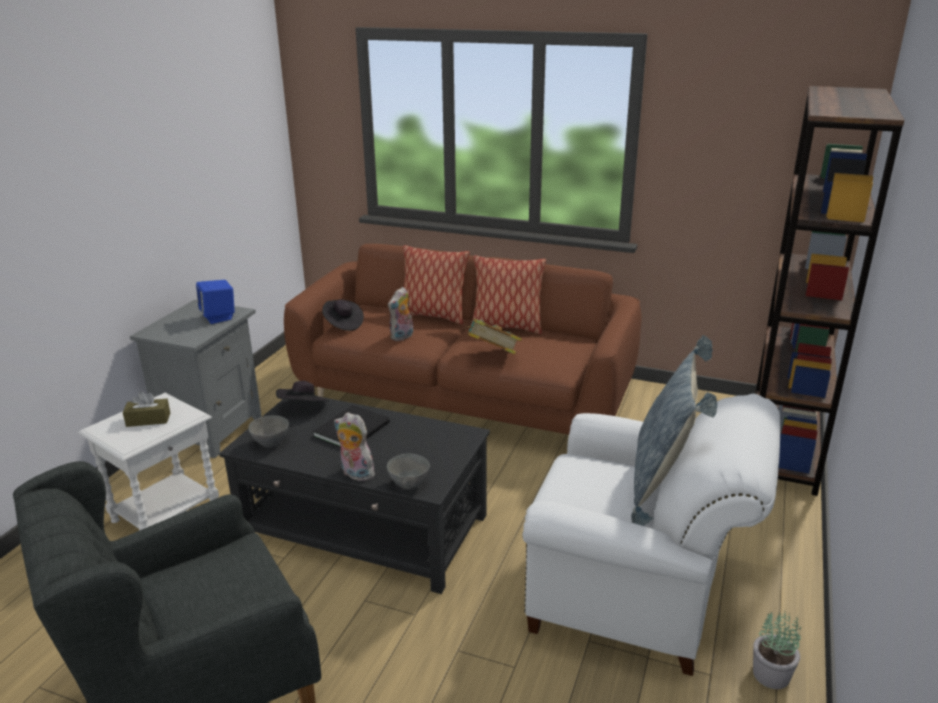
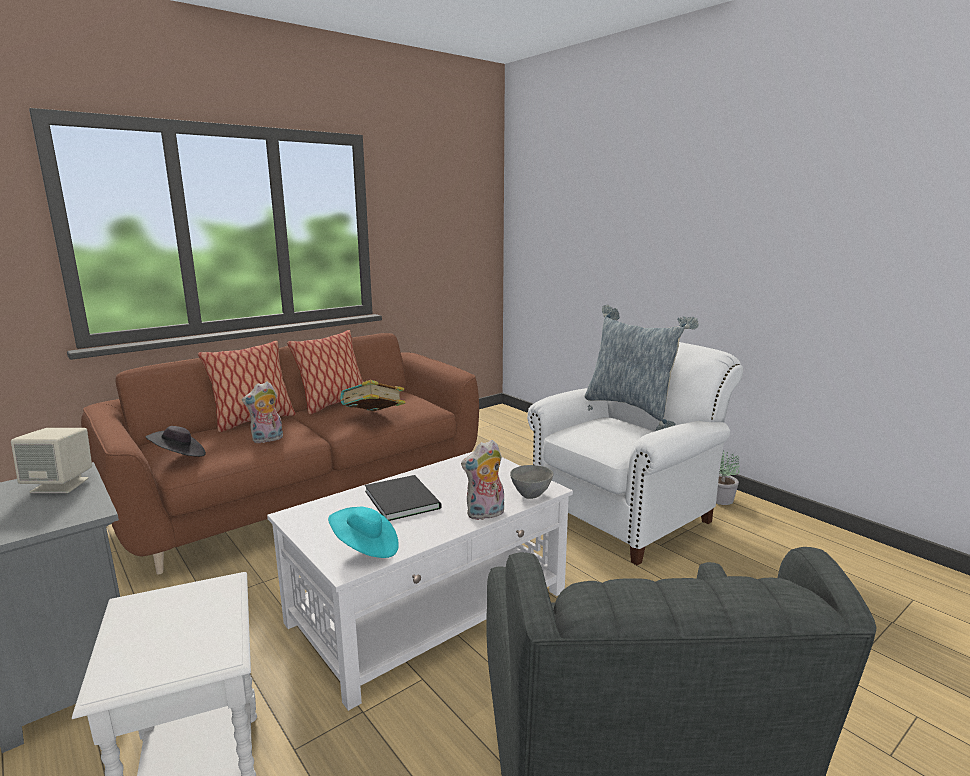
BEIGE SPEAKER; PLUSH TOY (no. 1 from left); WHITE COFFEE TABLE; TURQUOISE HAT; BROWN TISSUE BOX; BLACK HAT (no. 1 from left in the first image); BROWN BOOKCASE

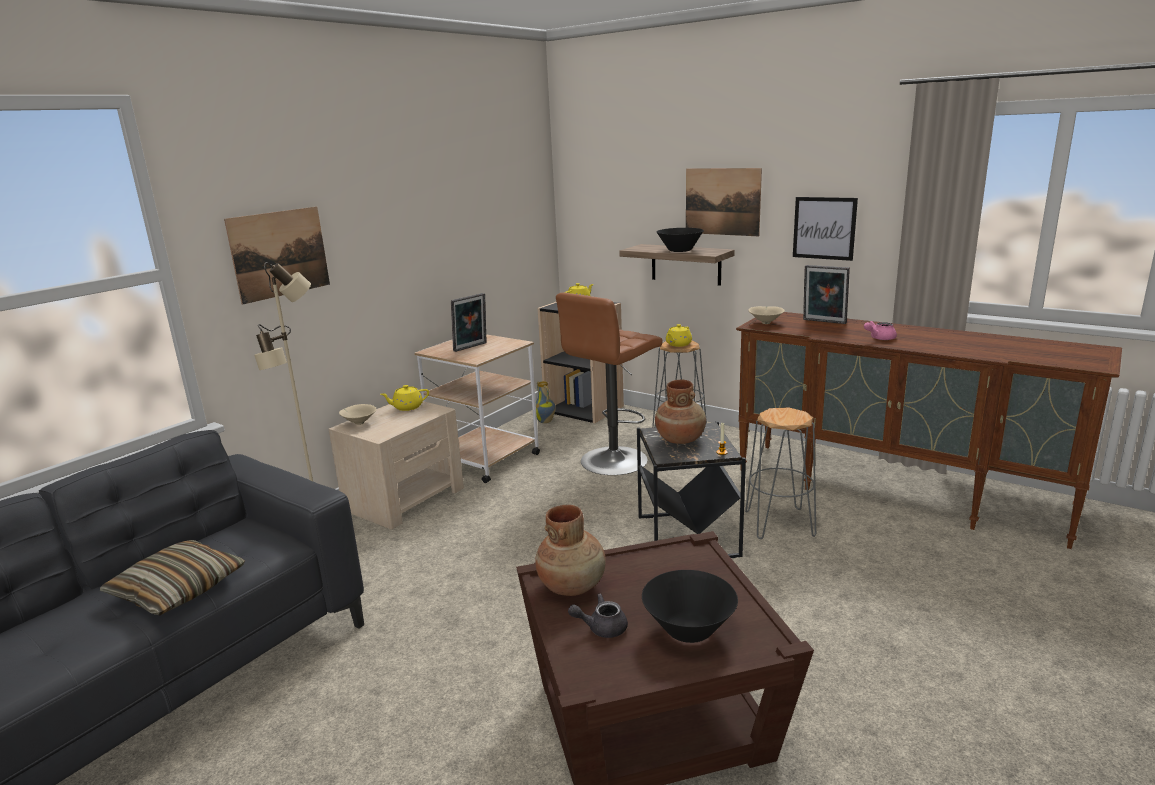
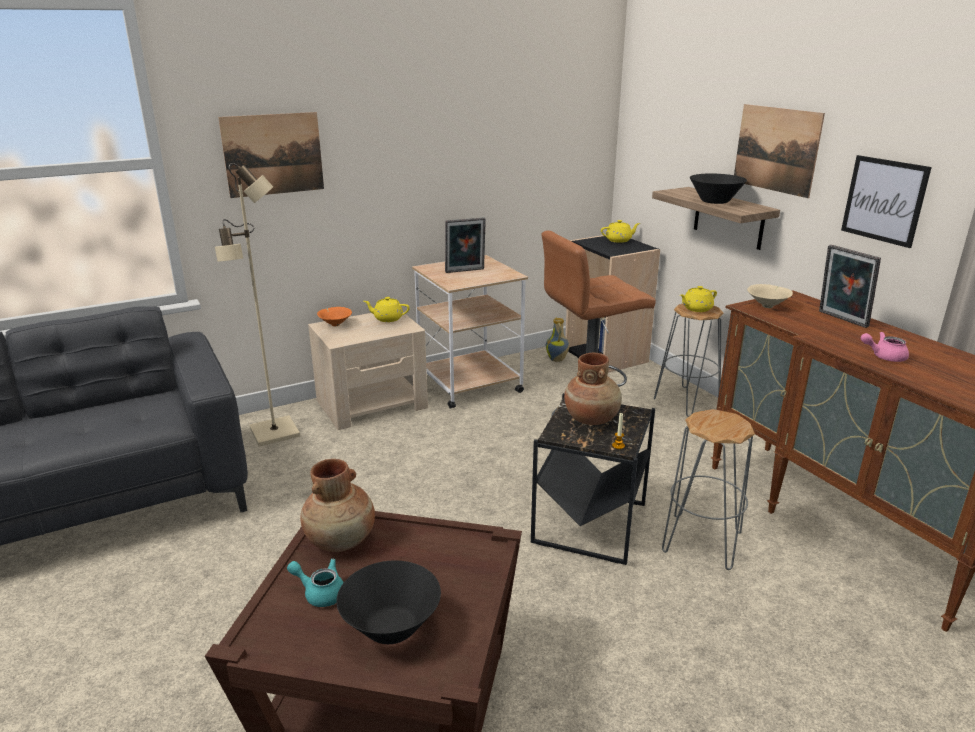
TURQUOISE TEAPOT; ORANGE BOWL; PILLOW

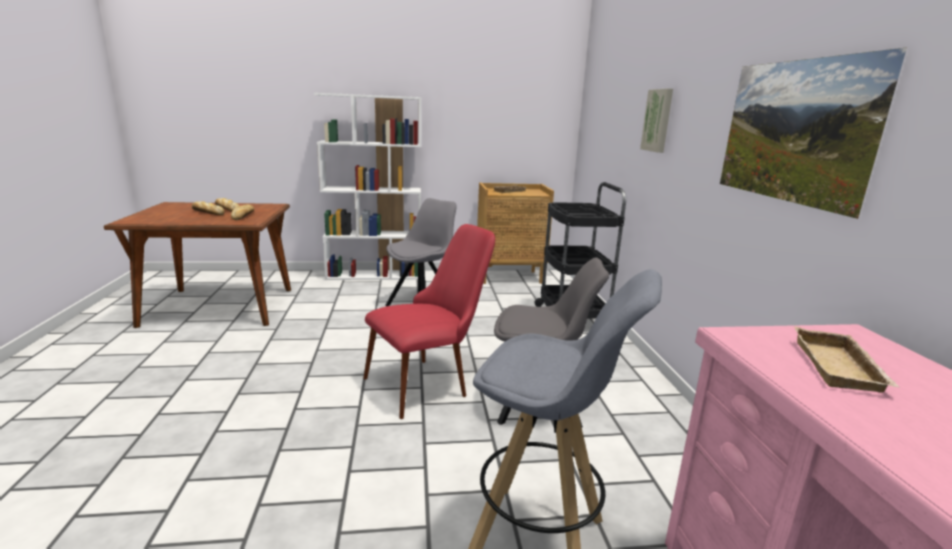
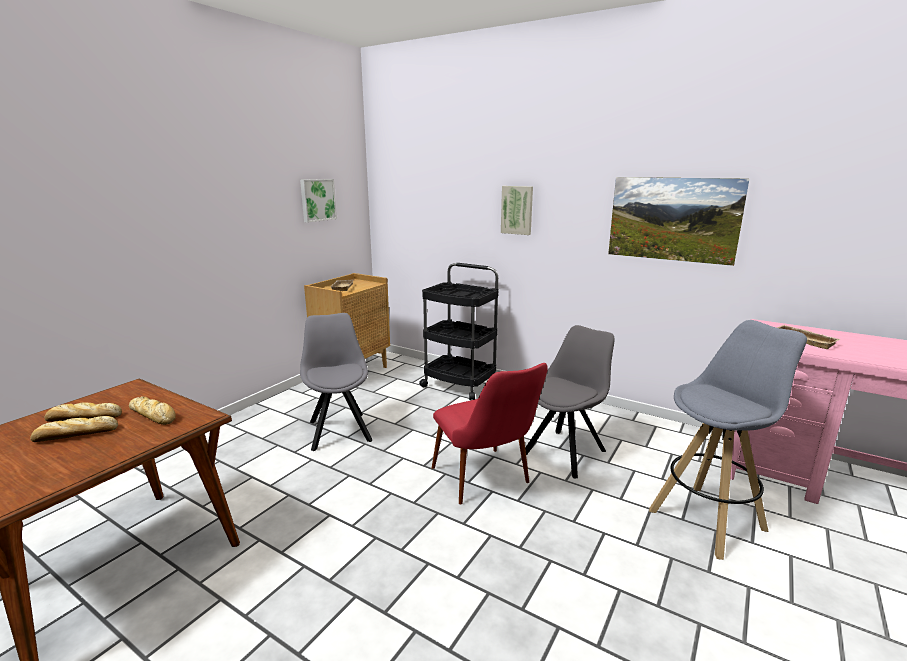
PICTURE (no. 1 from left); RED CHAIR; WHITE BOOKCASE

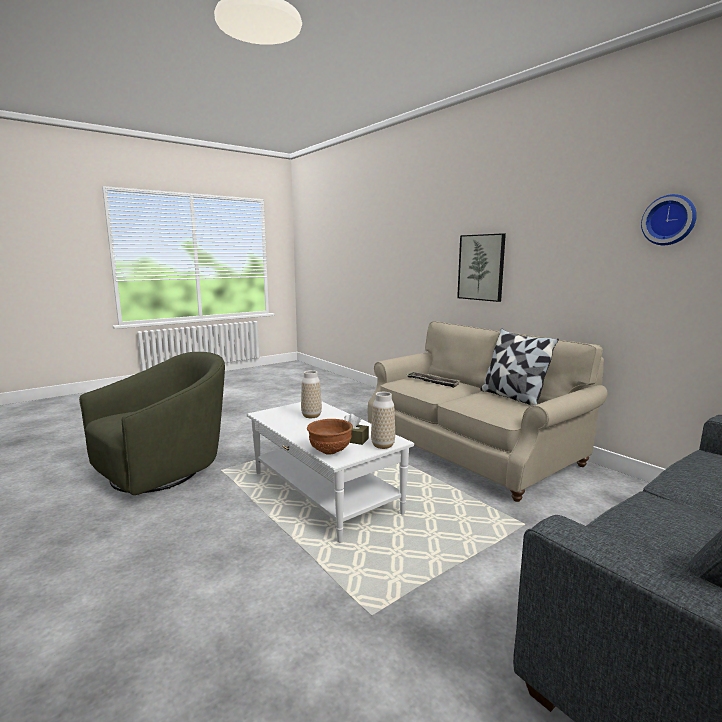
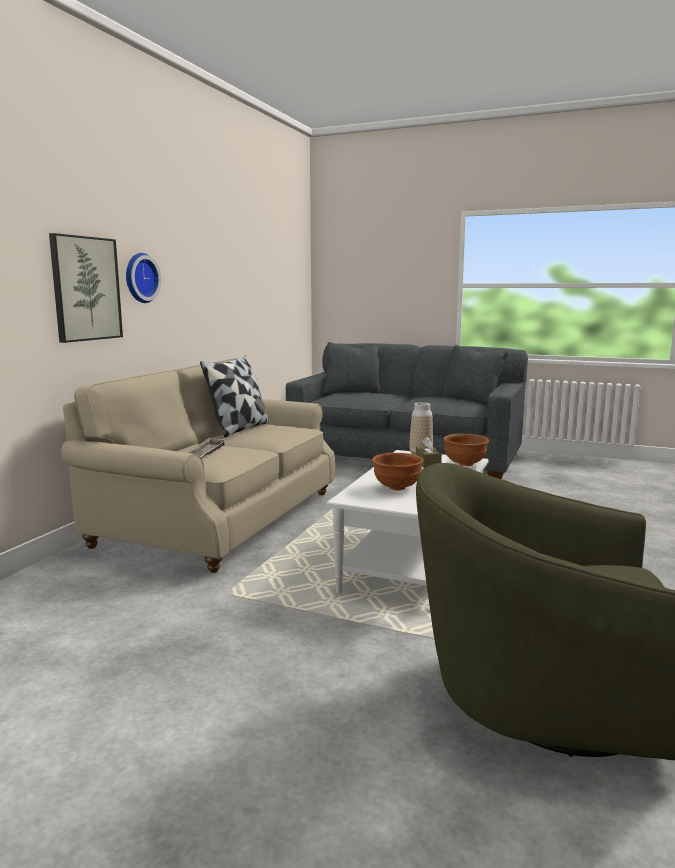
WALL CLOCK; BROWN BOWL (no. 1 from left)

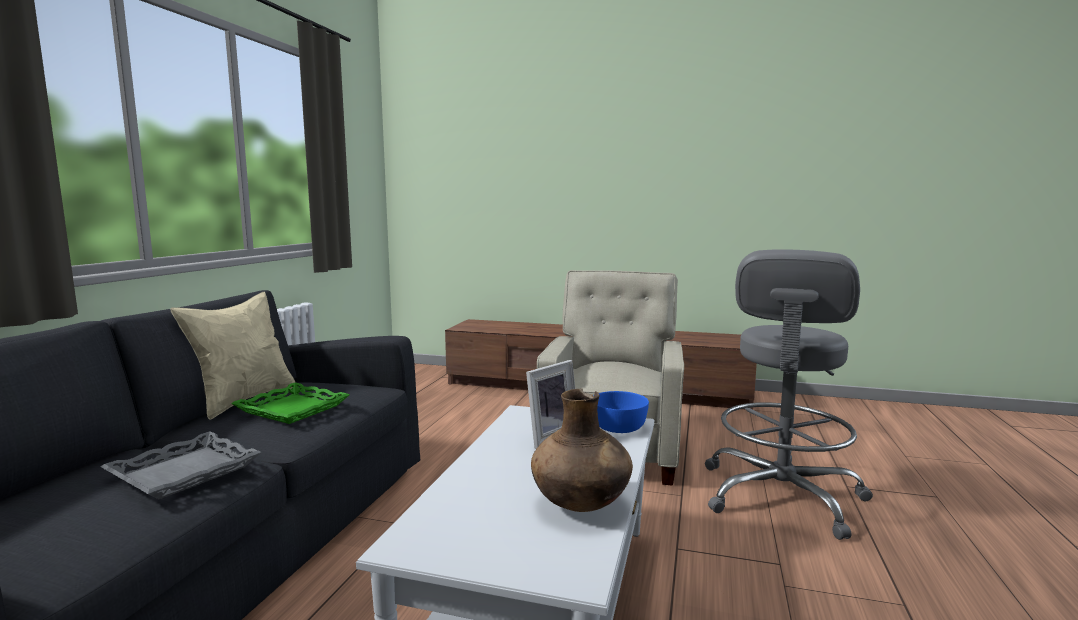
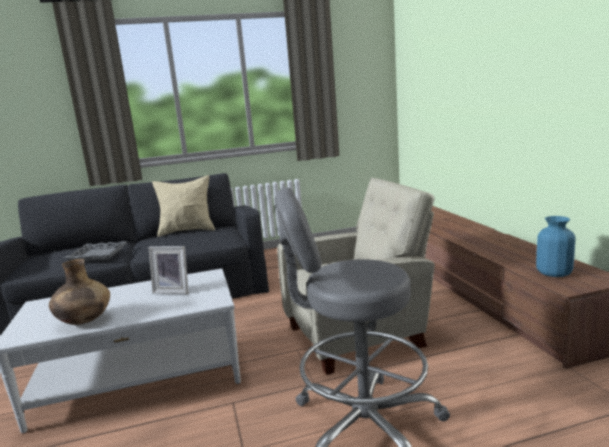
BLUE VASE; GREEN TRAY; BLUE BOWL

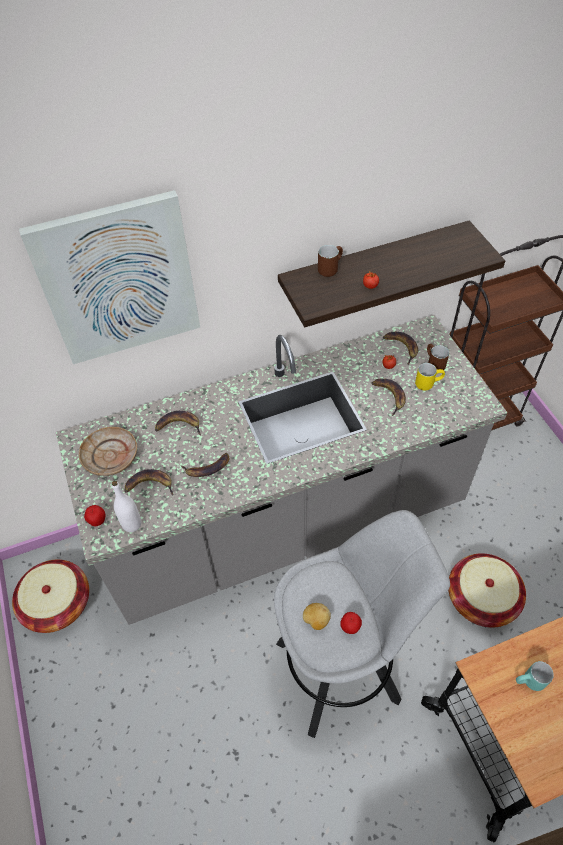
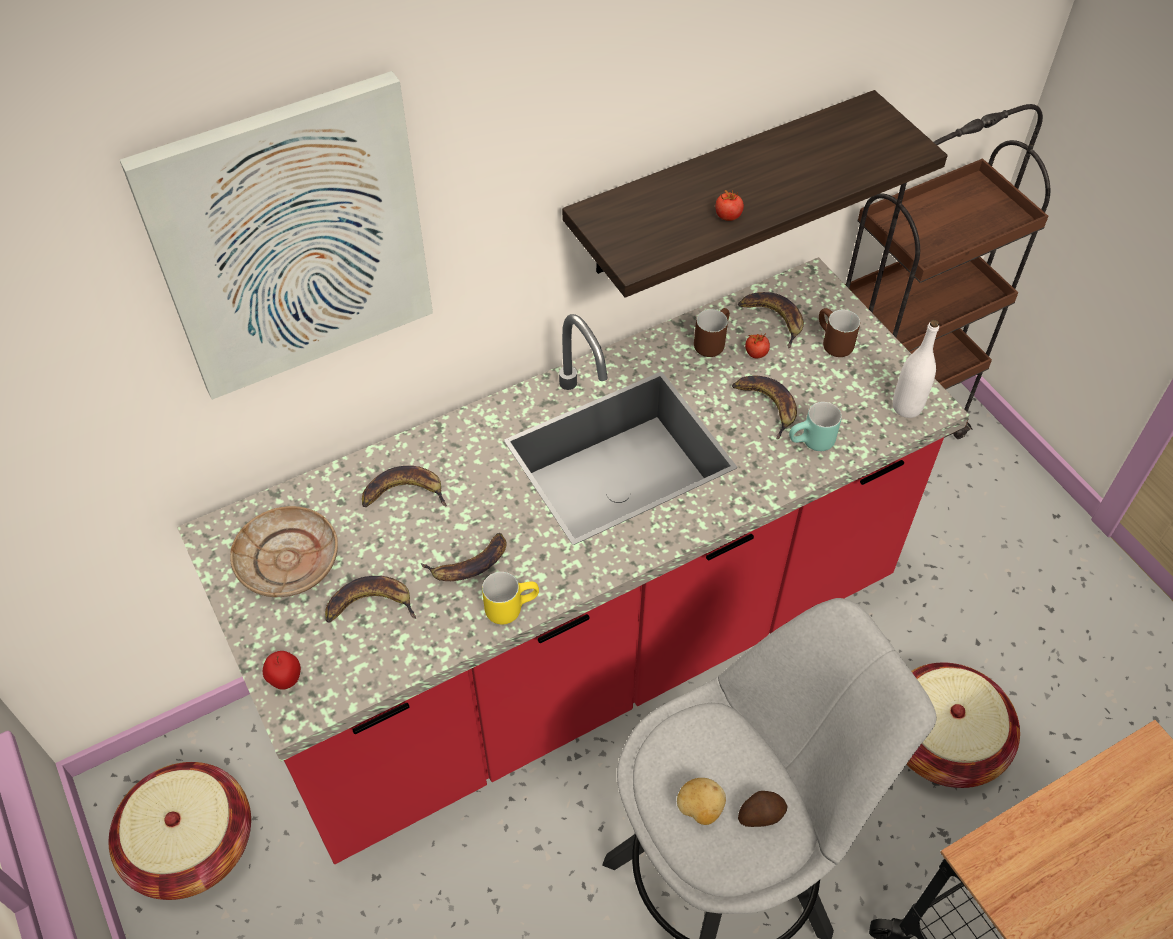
RED COUNTER; YELLOW MUG; BROWN MUG (no. 1 from left); POTATO (no. 2 from left); TURQUOISE MUG; WHITE BOTTLE

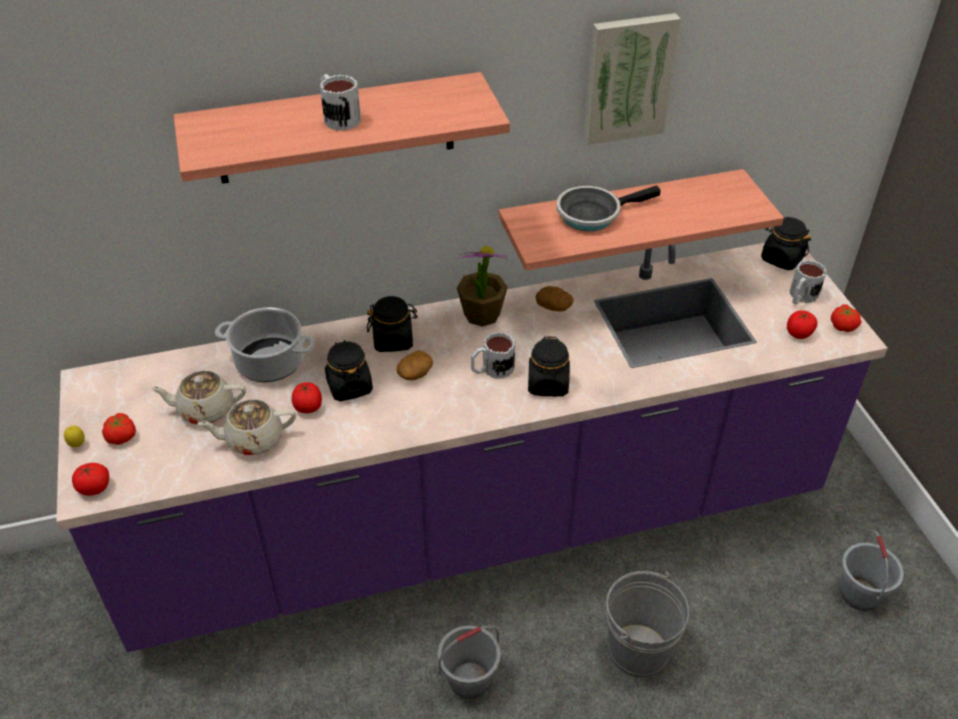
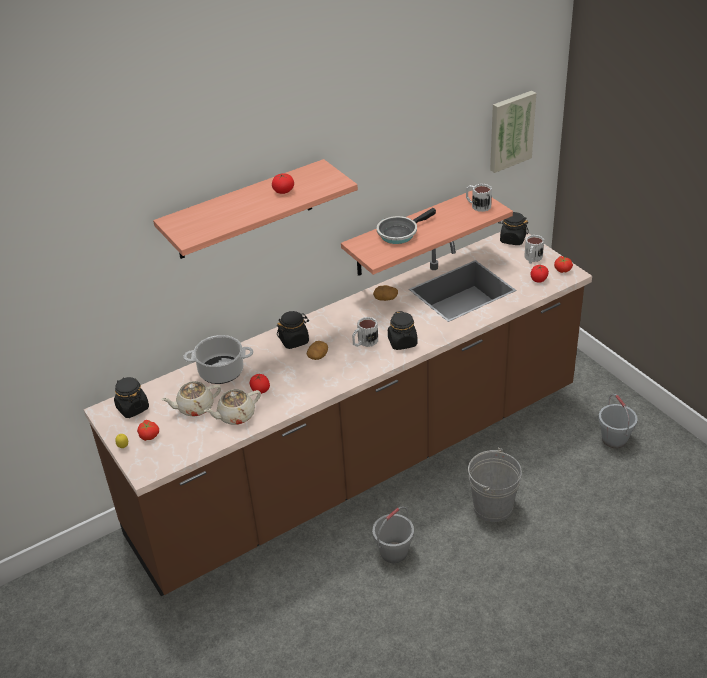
BROWN COUNTER; BLACK JAR (no. 1 from left); TOMATO (no. 3 from left); MUG (no. 2 from left); PICTURE; POTTED PLANT

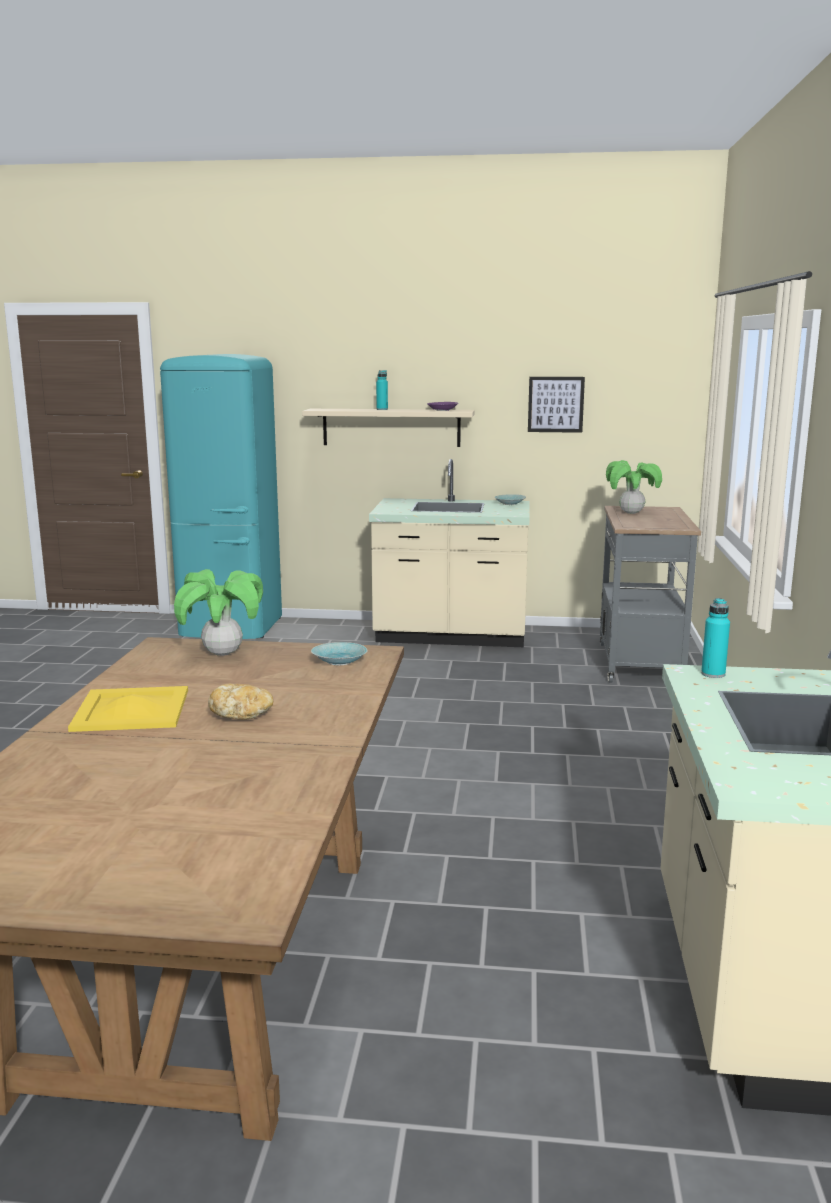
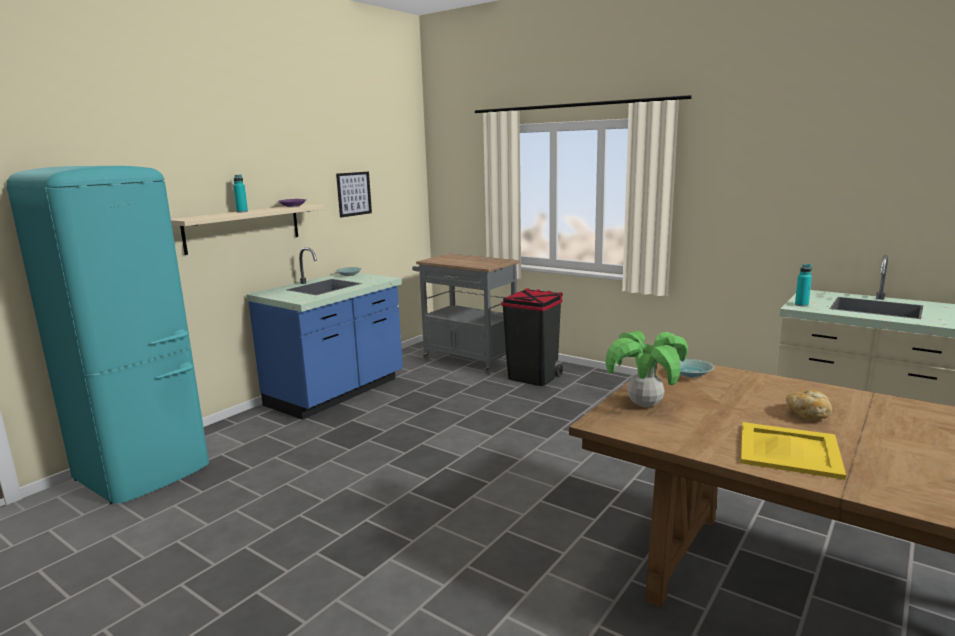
BLUE COUNTER; BLACK TRASH CAN; POTTED PLANT (no. 2 from left in the first image)

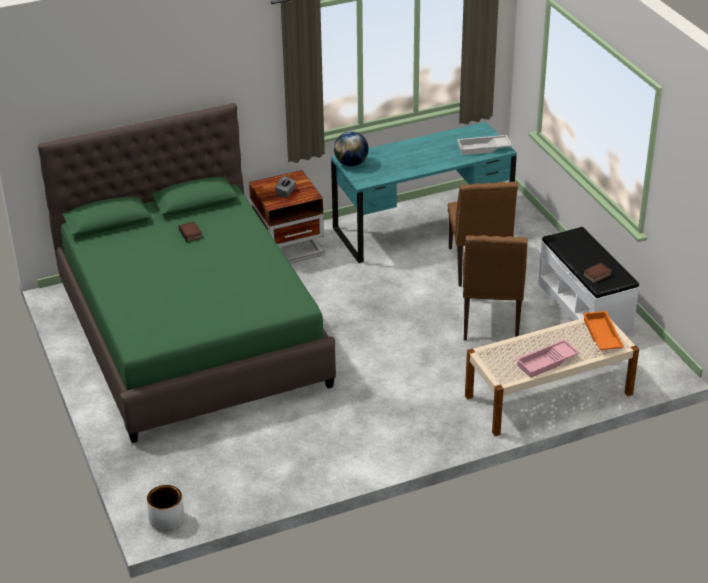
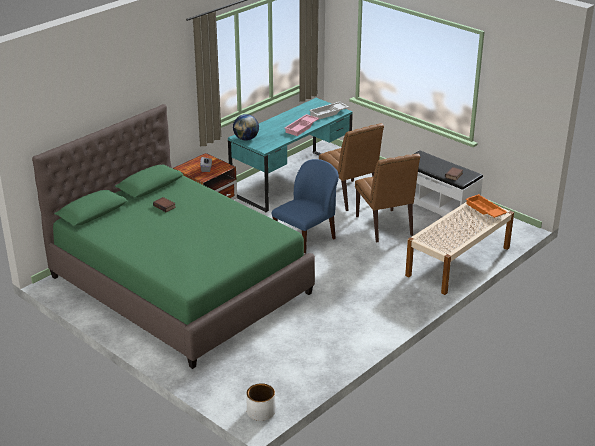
BLUE CHAIR; PINK TRAY

